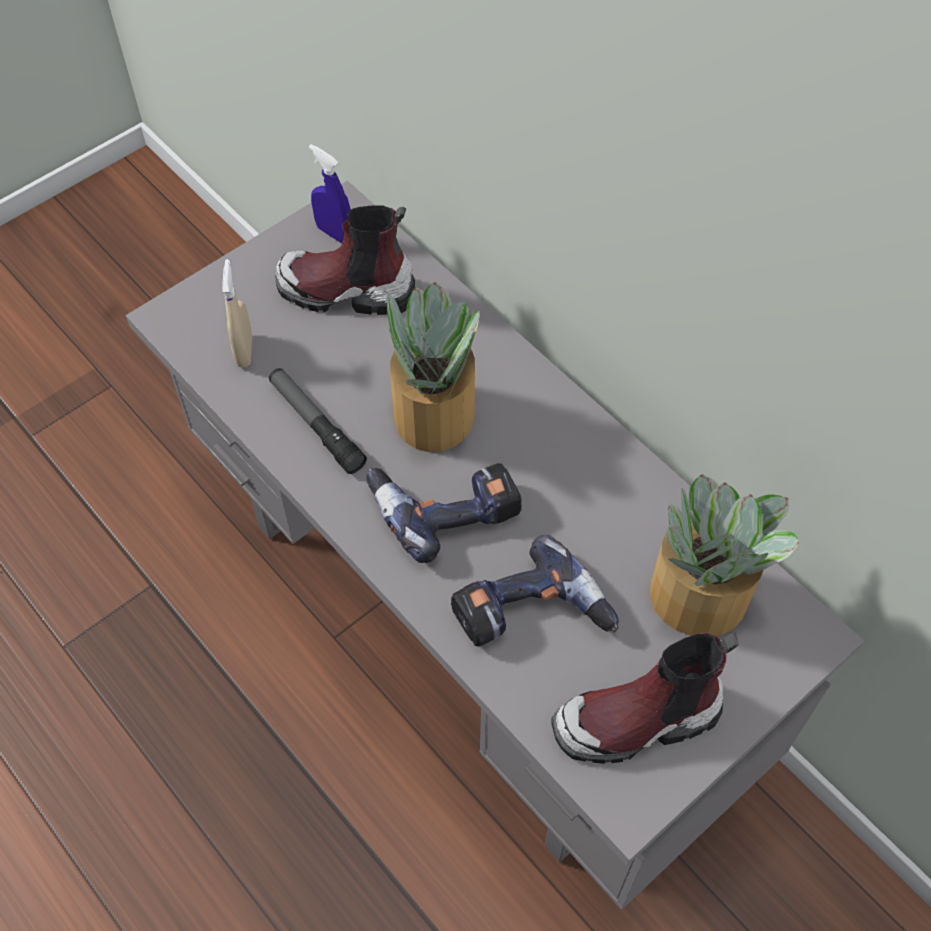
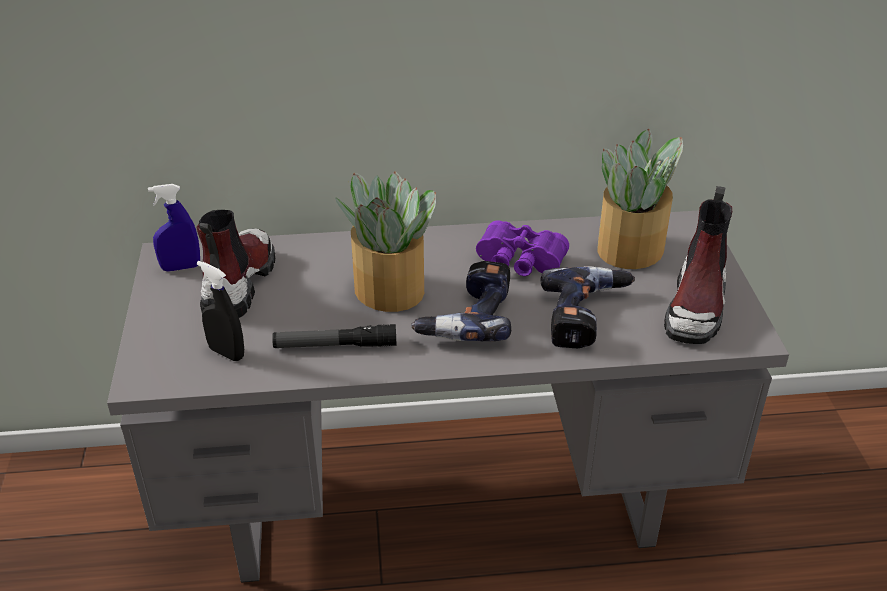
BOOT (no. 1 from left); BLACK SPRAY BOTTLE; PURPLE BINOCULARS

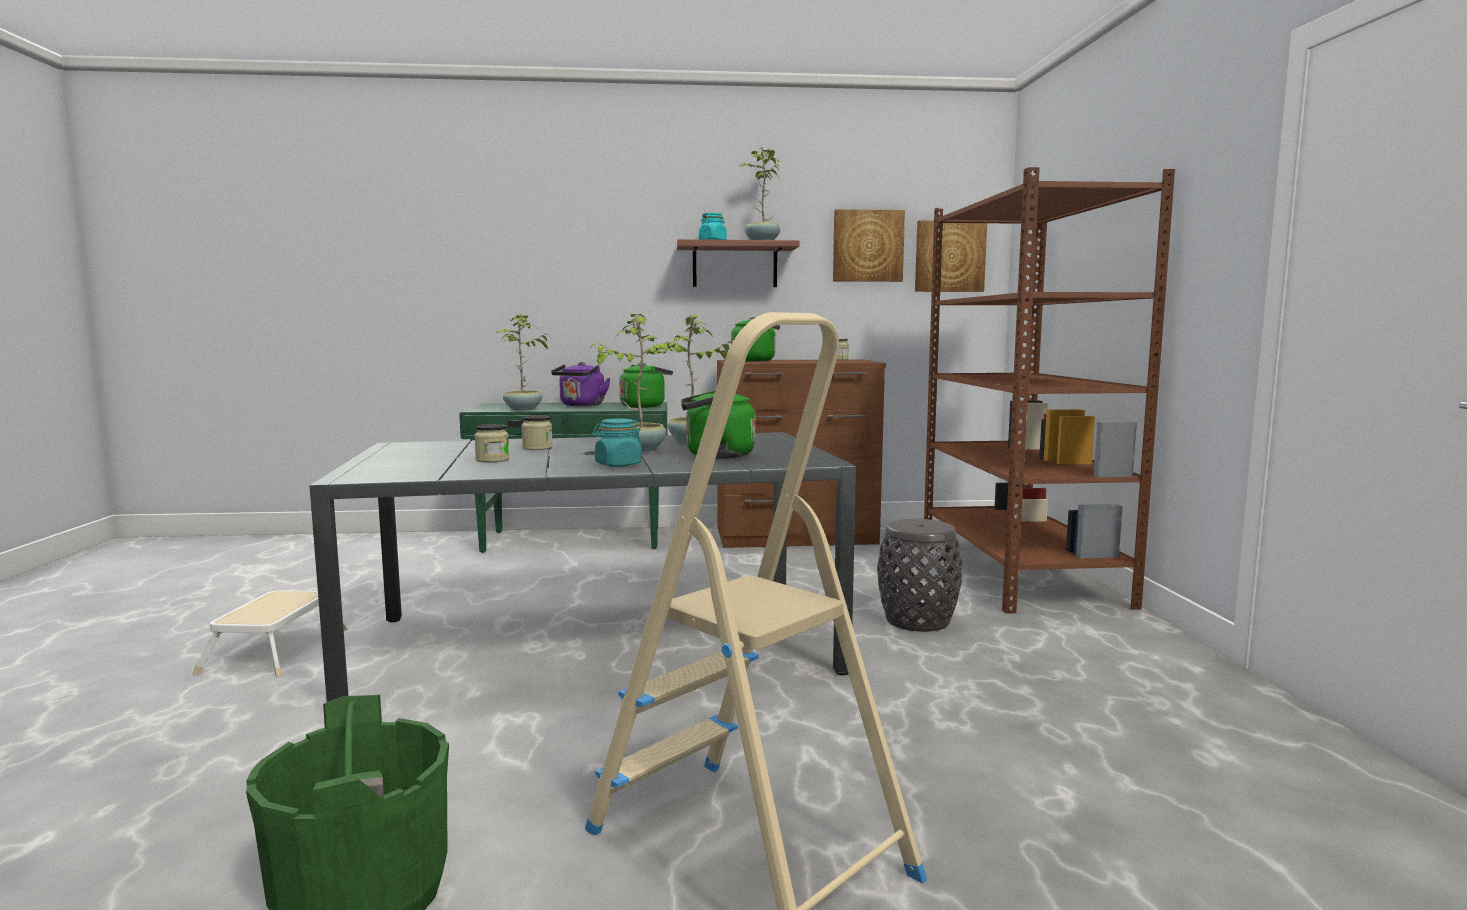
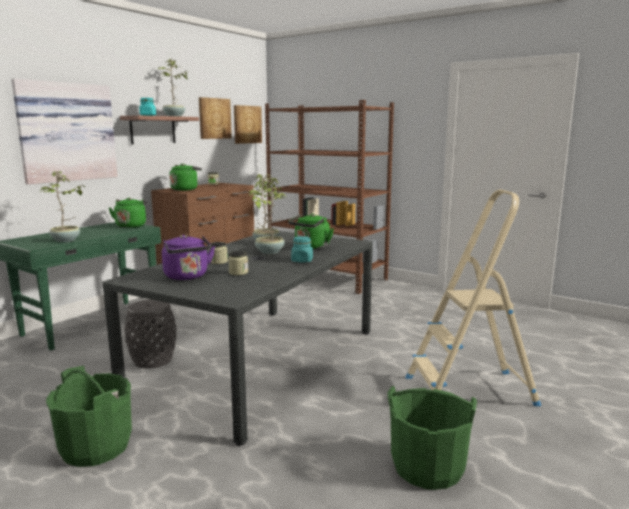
PICTURE (no. 1 from left); GREEN BUCKET (no. 1 from left); GREY STOOL; PURPLE KETTLE

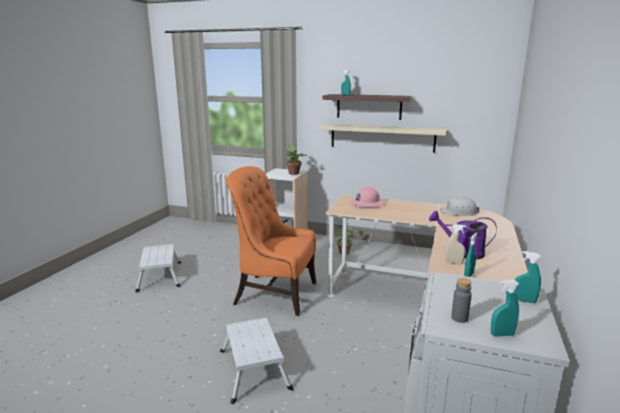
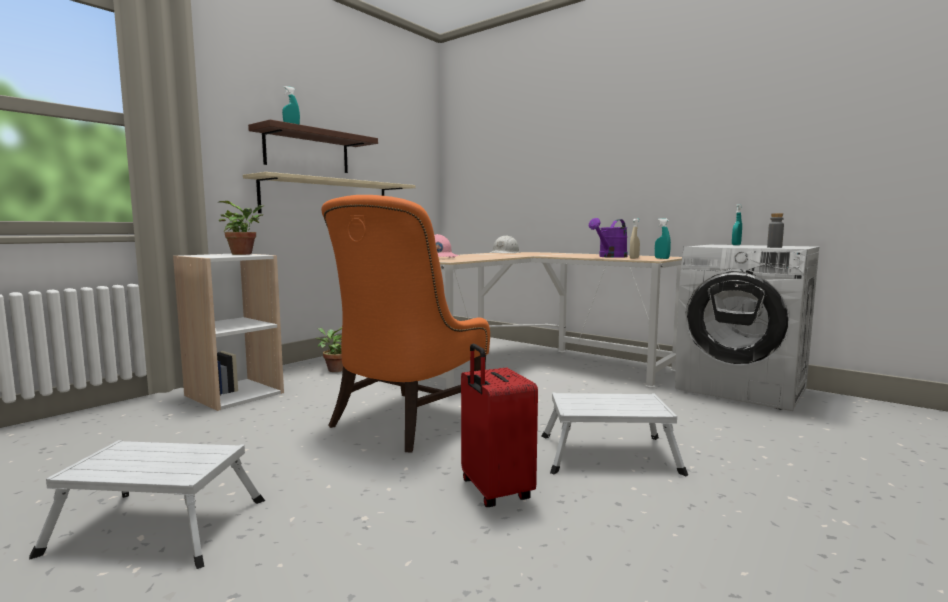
RED SUITCASE; TURQUOISE SPRAY BOTTLE (no. 3 from left in the first image)

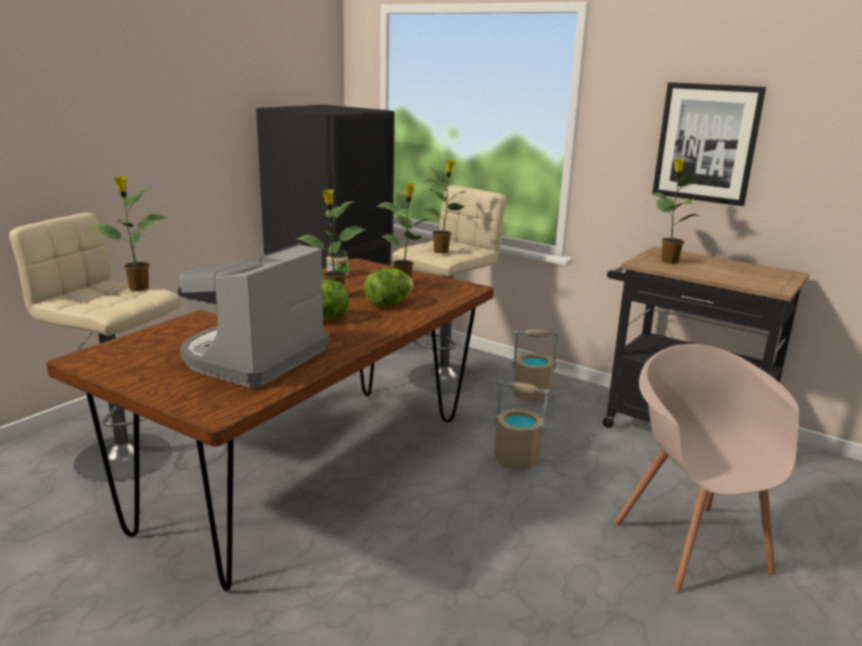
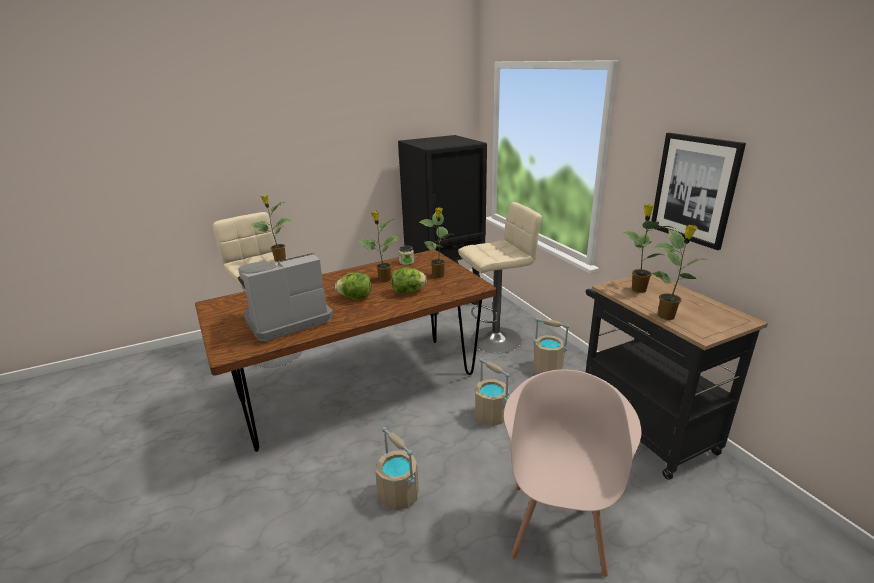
BEIGE BUCKET (no. 1 from left); POTTED PLANT (no. 5 from left)

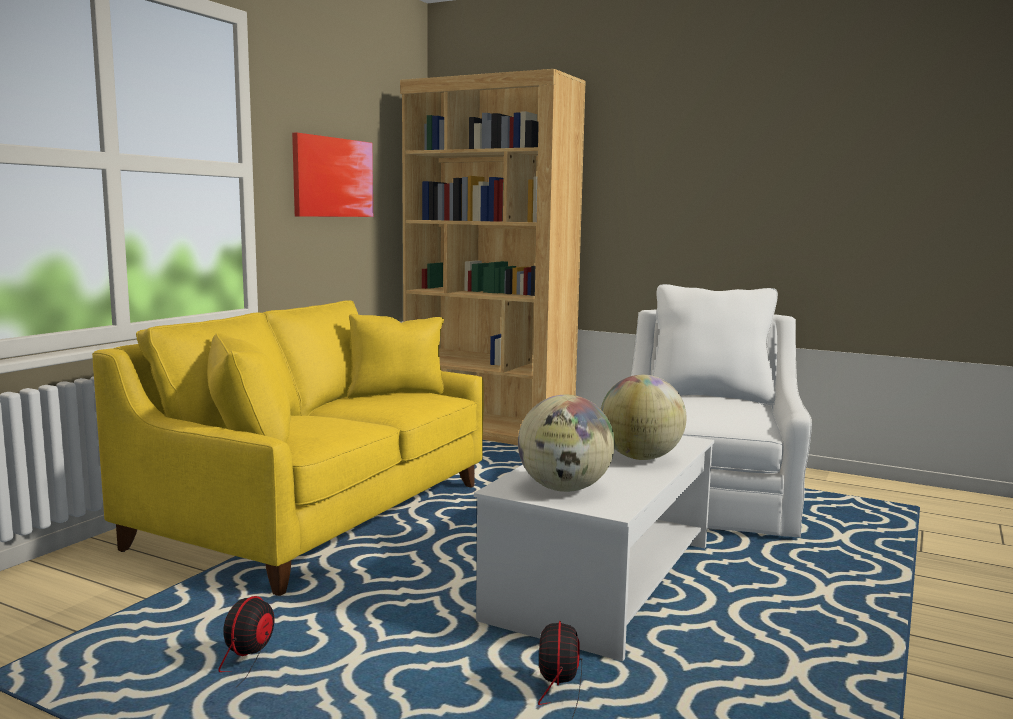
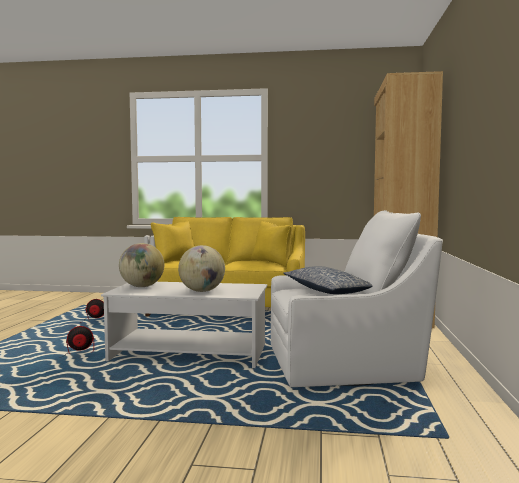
PILLOW; PICTURE

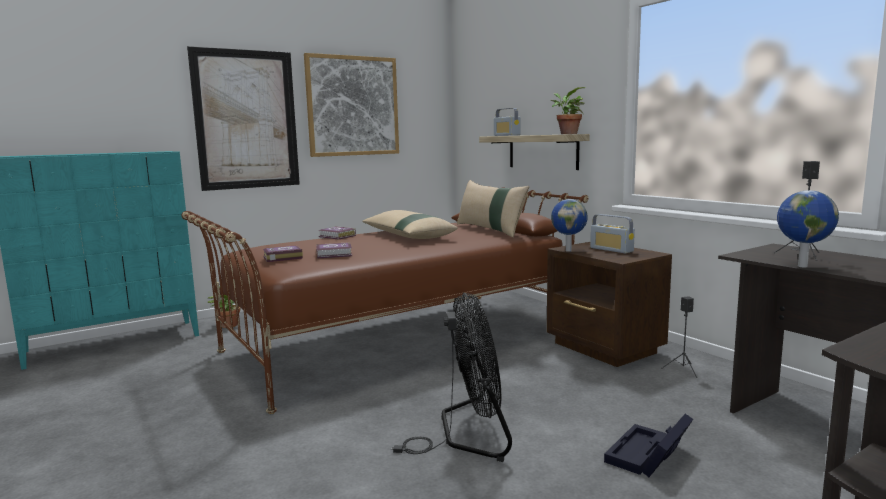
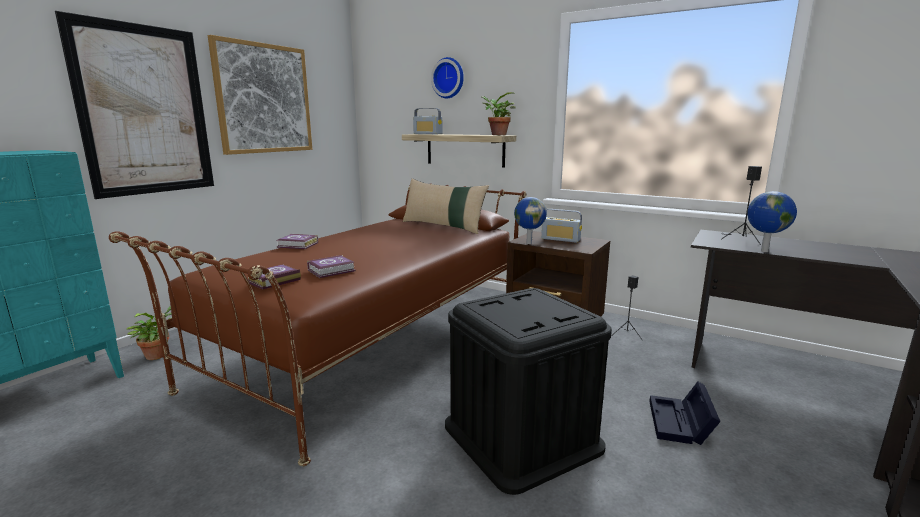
WALL CLOCK; BLACK STORAGE BOX (no. 1 from left); BEIGE PILLOW (no. 1 from left in the first image)

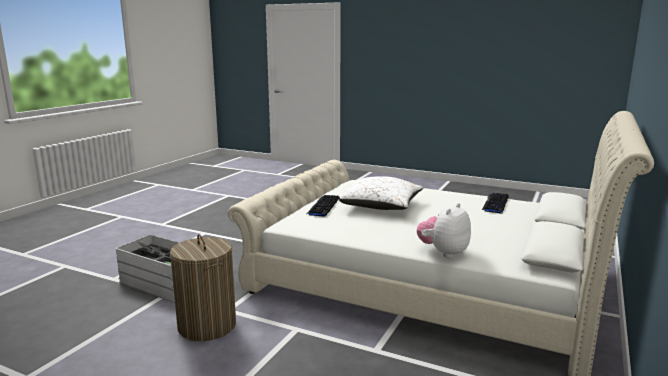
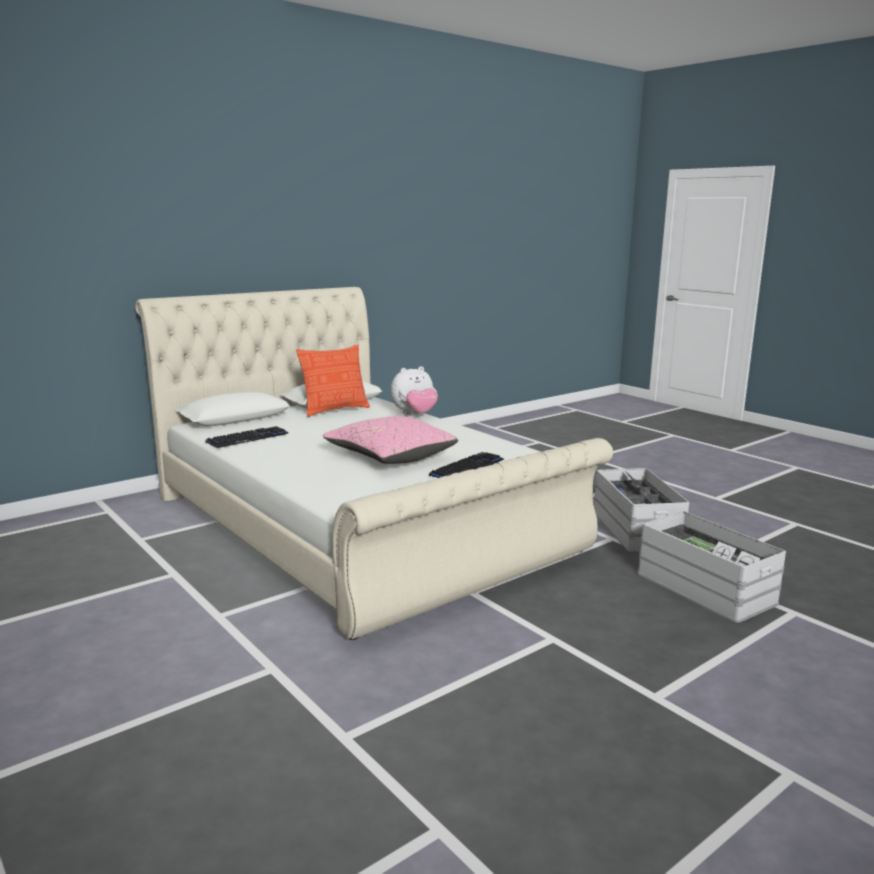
ORANGE PILLOW; PINK PILLOW; GREY STORAGE BOX (no. 1 from left)

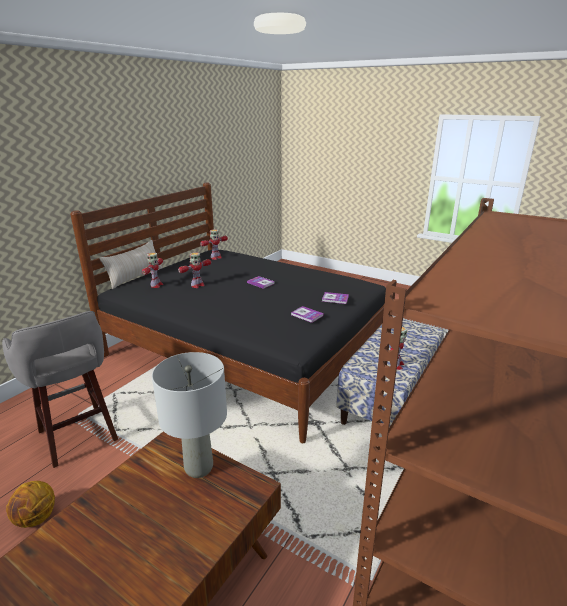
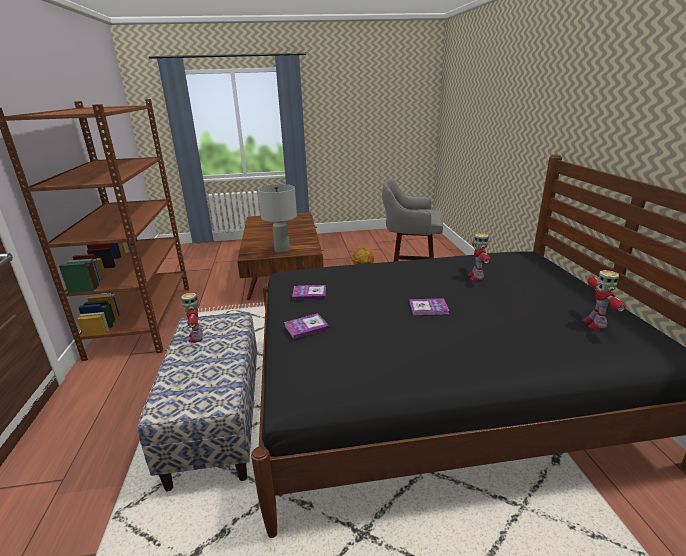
BEIGE PILLOW; TOY ROBOT (no. 1 from left in the first image)

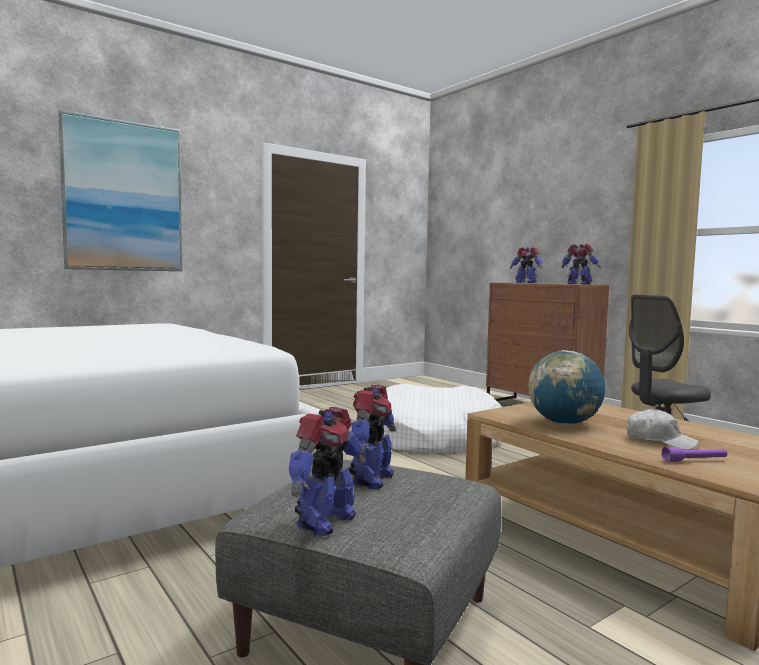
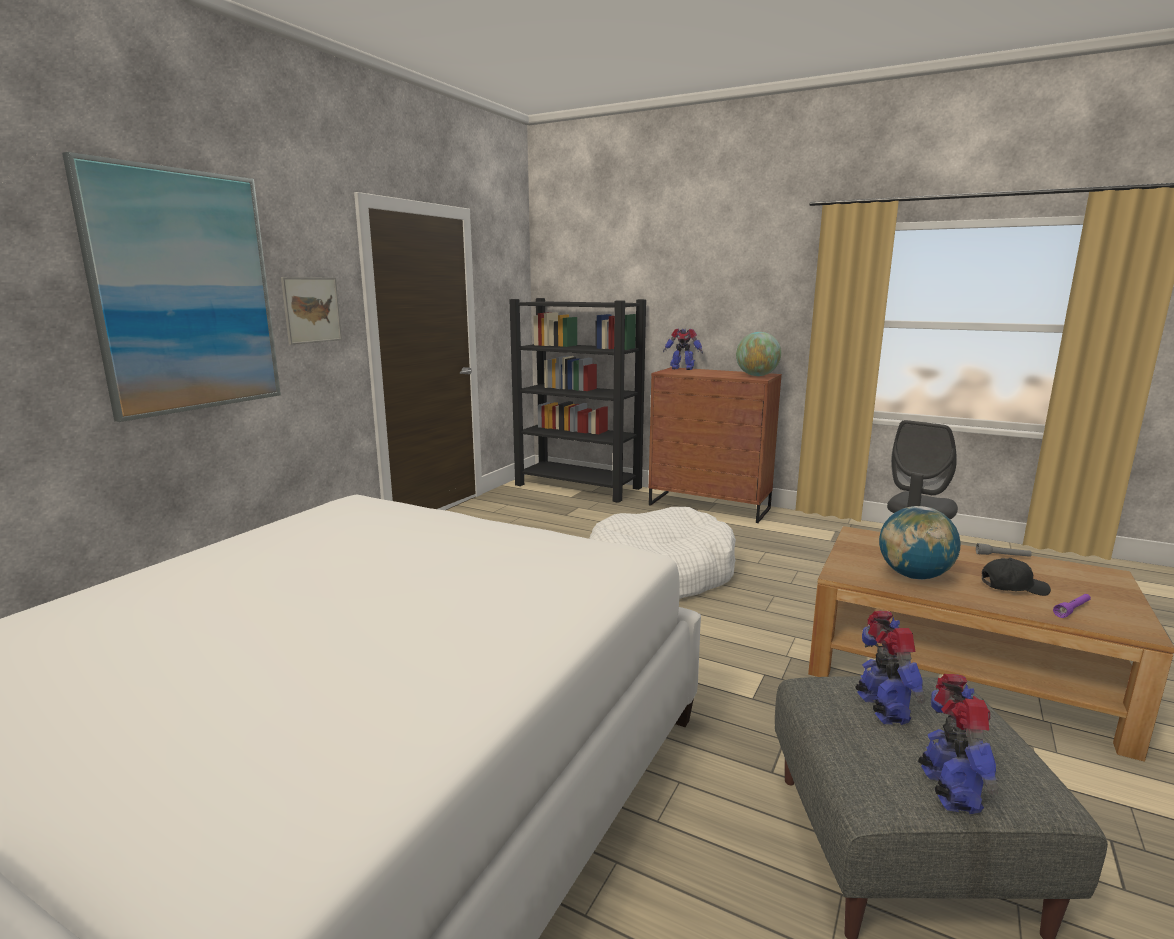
PICTURE (no. 2 from left); BLACK BOOKCASE; GLOBE (no. 1 from left); GREY FLASHLIGHT; BLACK CAP

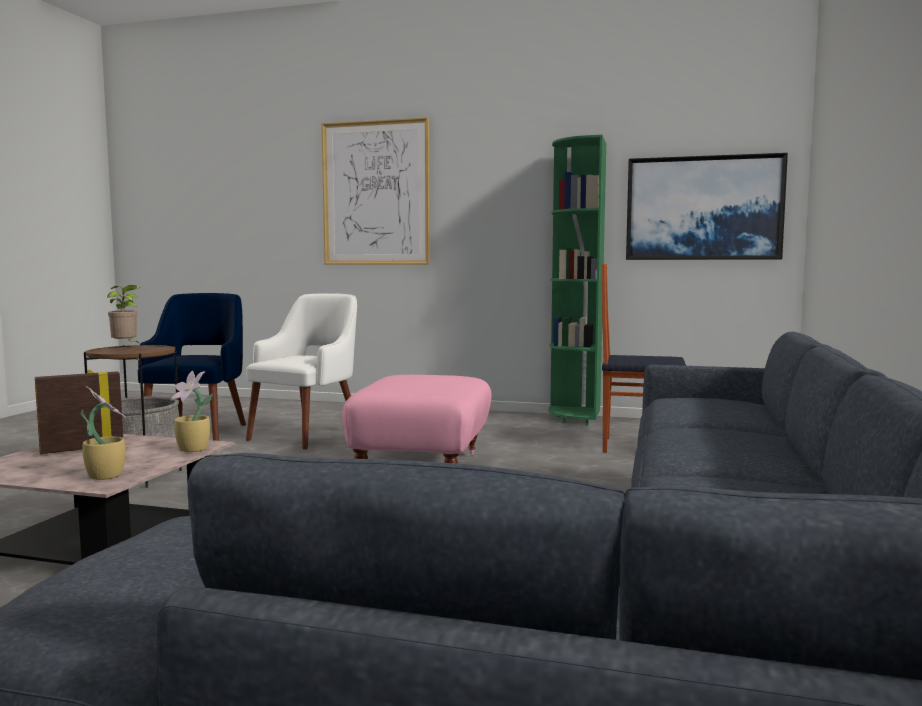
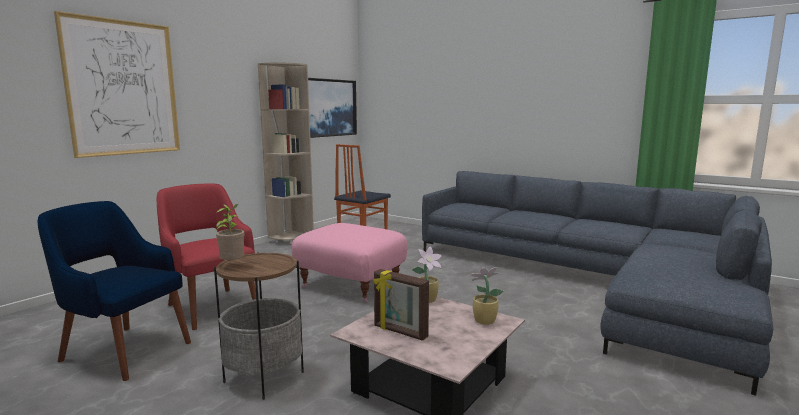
RED ARMCHAIR; BEIGE BOOKCASE; PICTURE FRAME

